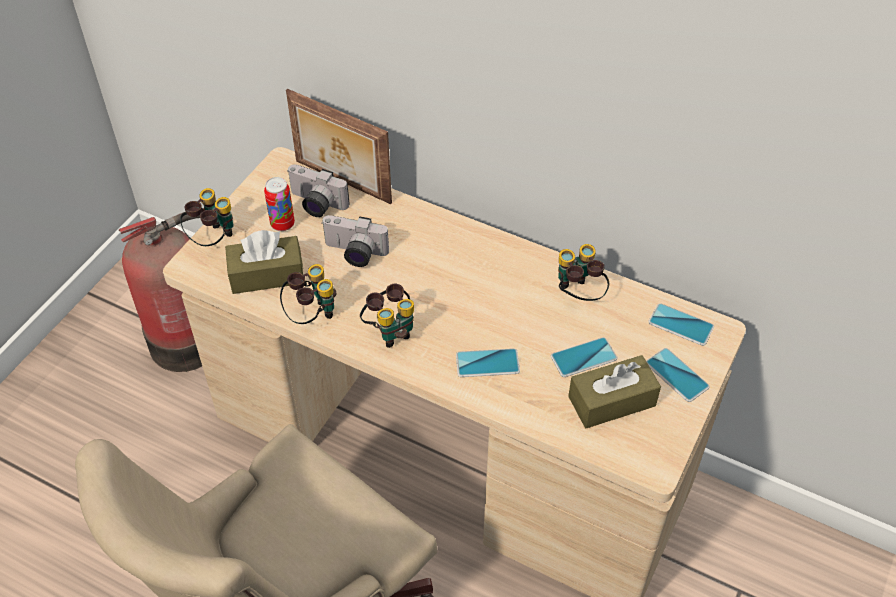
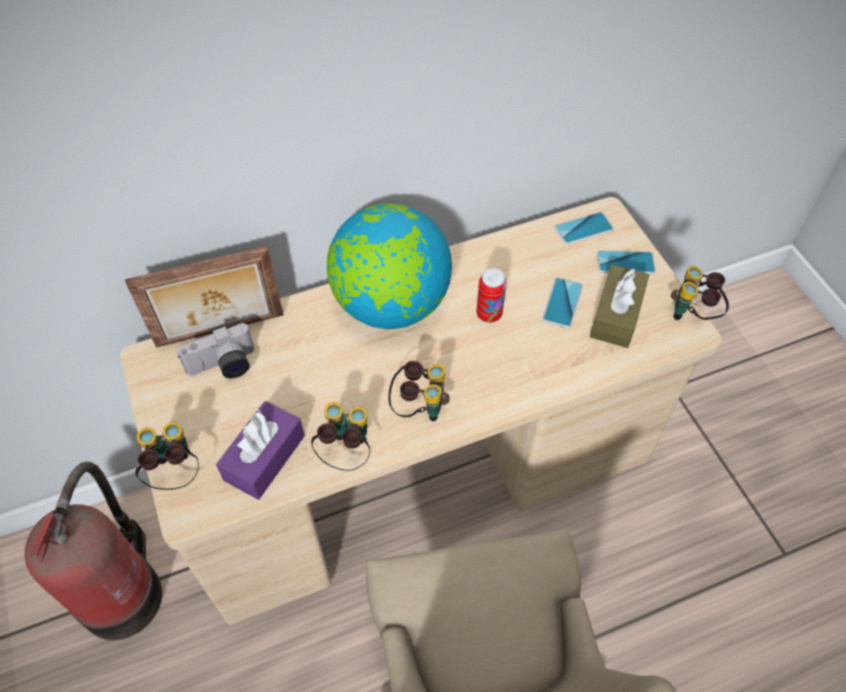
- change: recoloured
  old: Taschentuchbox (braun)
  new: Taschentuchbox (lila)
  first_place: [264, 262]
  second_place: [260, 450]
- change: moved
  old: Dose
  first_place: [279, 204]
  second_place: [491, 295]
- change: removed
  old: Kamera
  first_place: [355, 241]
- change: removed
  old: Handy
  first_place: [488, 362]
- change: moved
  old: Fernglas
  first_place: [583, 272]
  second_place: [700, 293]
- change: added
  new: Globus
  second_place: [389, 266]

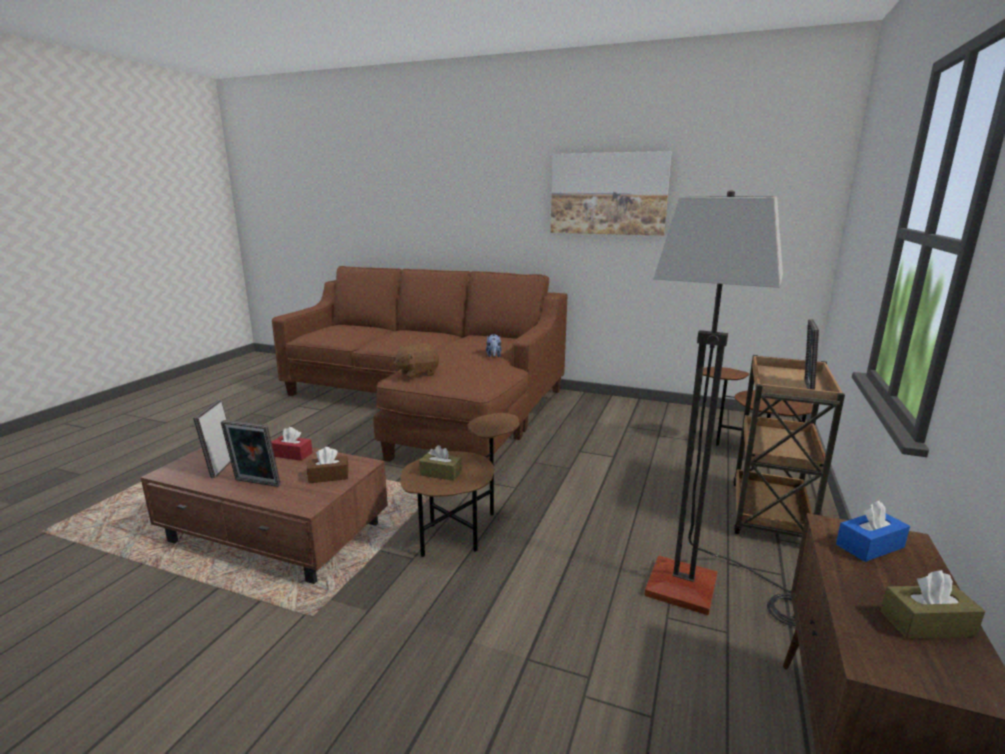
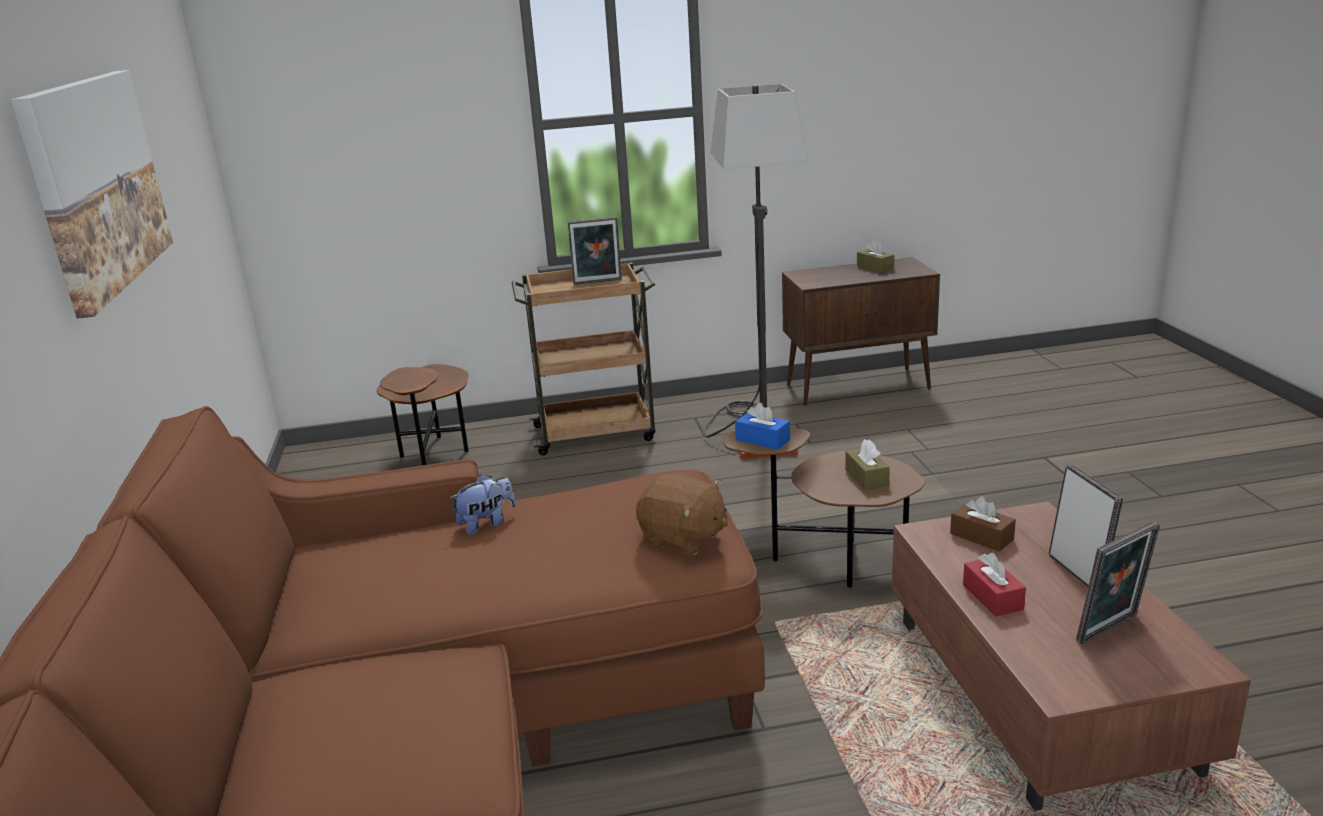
- change: moved
  old: Taschentuchbox (blau)
  first_place: [873, 531]
  second_place: [762, 426]

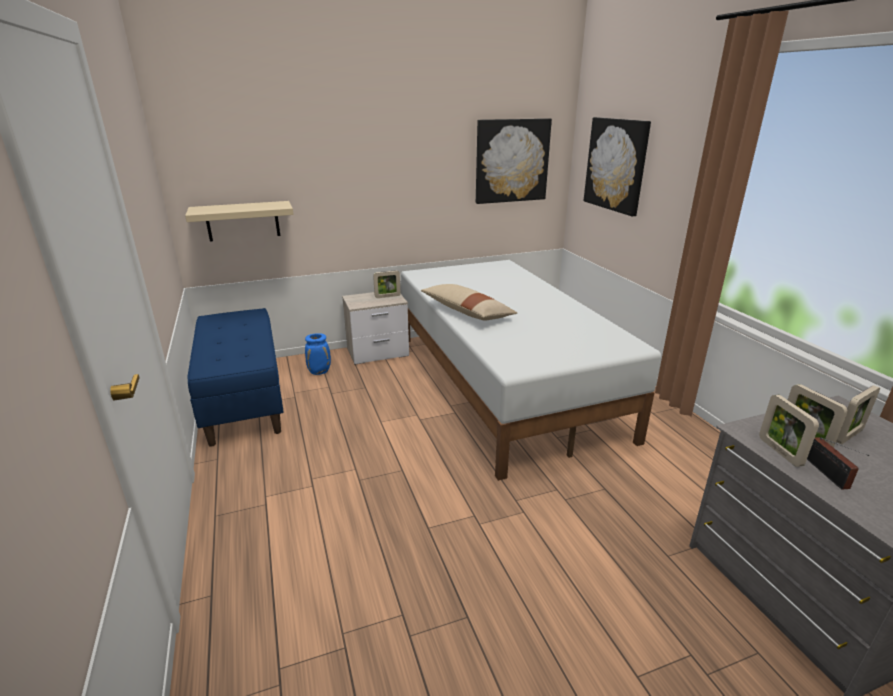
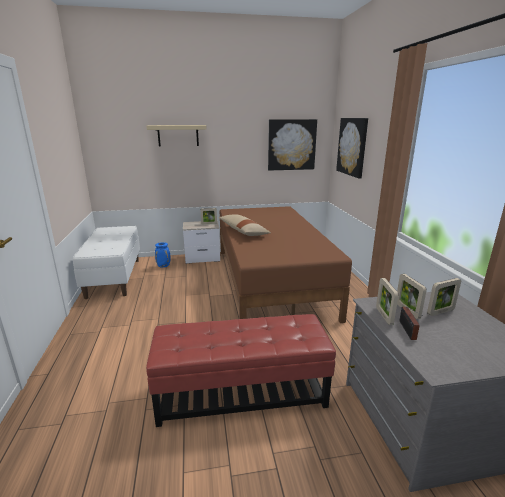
- change: moved
  old: Wandregal (beige)
  first_place: [239, 221]
  second_place: [176, 136]
- change: recoloured
  old: Bank (blau)
  new: Bank (weiß)
  first_place: [236, 377]
  second_place: [106, 262]
- change: recoloured
  old: Bett (weiß)
  new: Bett (braun)
  first_place: [531, 370]
  second_place: [286, 264]
- change: added
  new: Polsterhocker (rot)
  second_place: [241, 370]

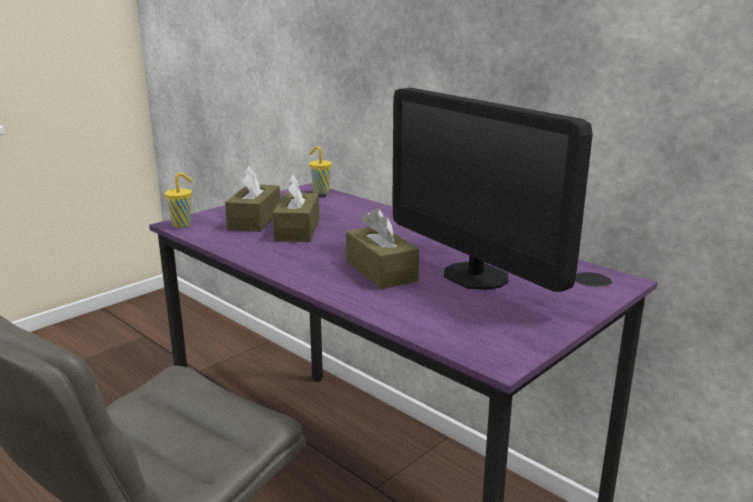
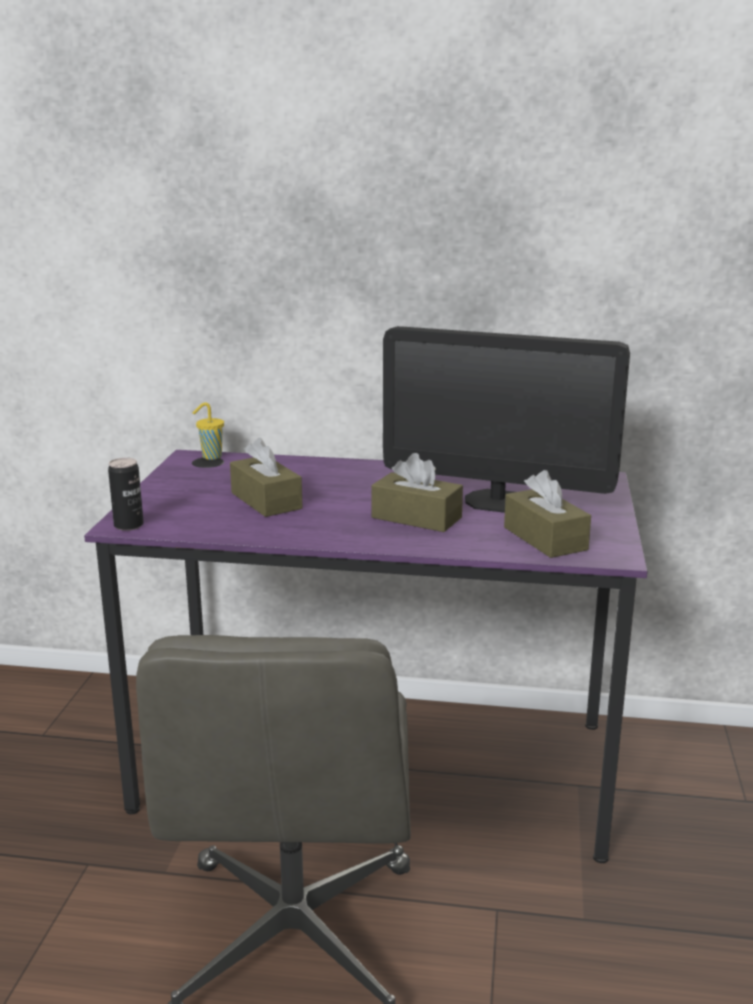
- change: replaced
  old: Tasse (gelb)
  new: Dose
  first_place: [178, 200]
  second_place: [126, 494]
- change: moved
  old: Taschentuchbox (braun)
  first_place: [252, 199]
  second_place: [547, 514]

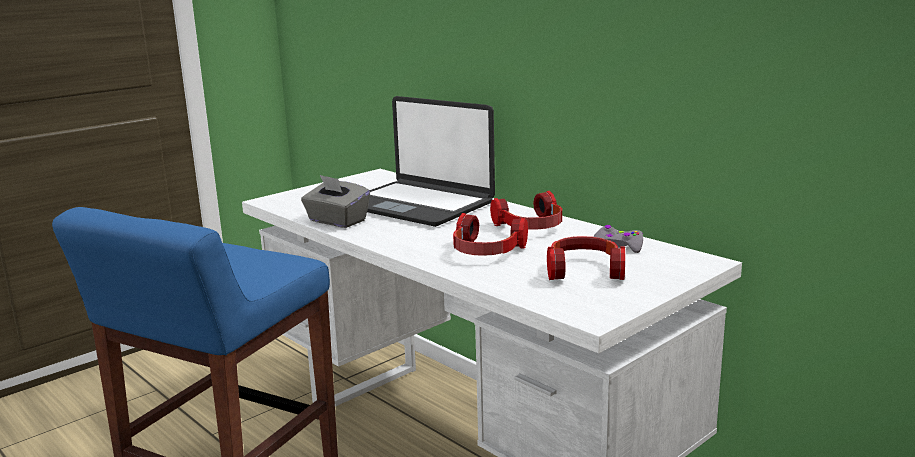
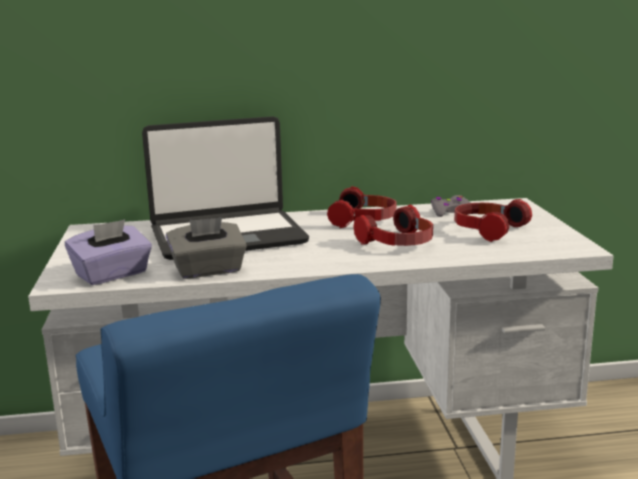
- change: added
  new: Taschentuchbox (lila)
  second_place: [108, 252]

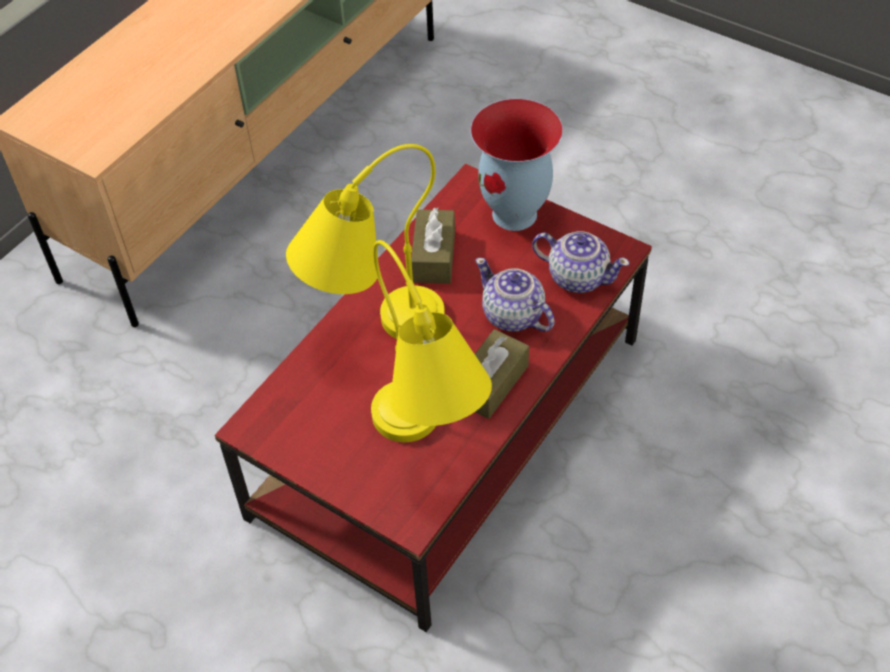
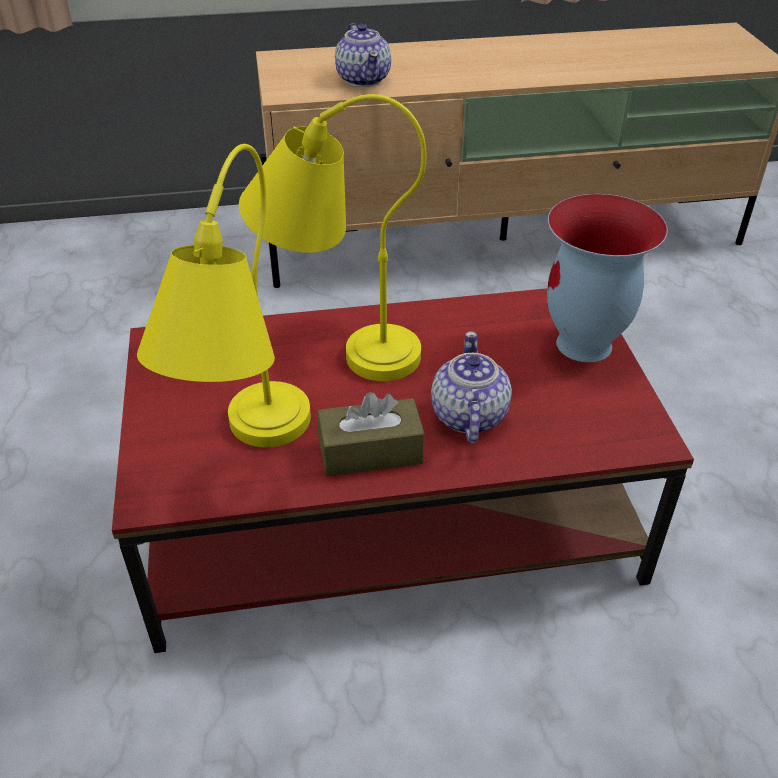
- change: removed
  old: Taschentuchbox (braun)
  first_place: [433, 246]
- change: moved
  old: Teekanne
  first_place: [581, 262]
  second_place: [363, 55]

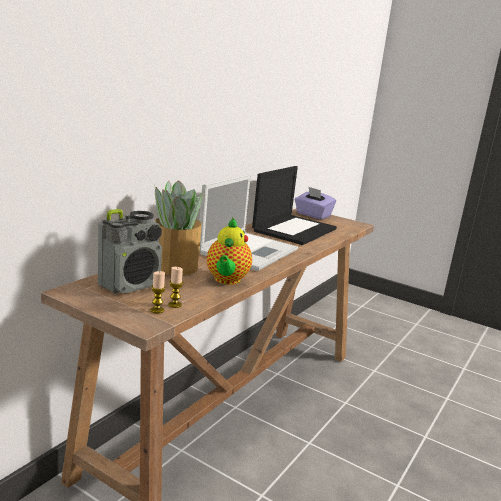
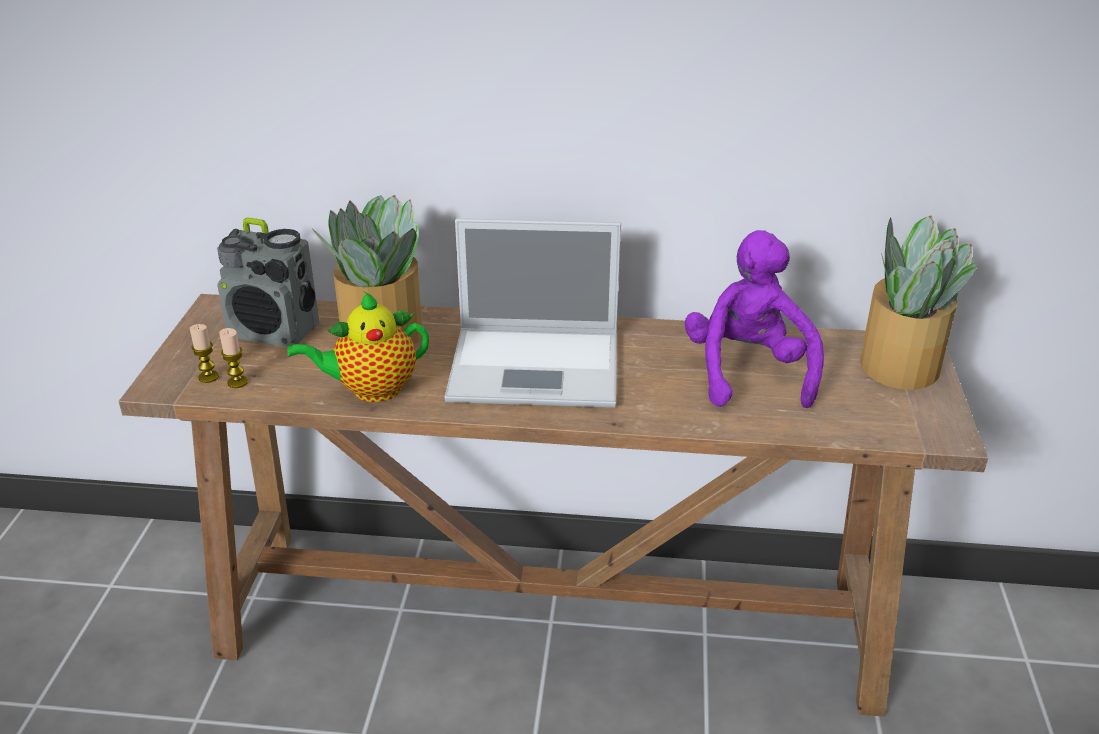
- change: replaced
  old: Laptop
  new: Plüschtier (lila)
  first_place: [294, 205]
  second_place: [754, 319]
- change: replaced
  old: Taschentuchbox (lila)
  new: Topfpflanze
  first_place: [315, 202]
  second_place: [918, 302]

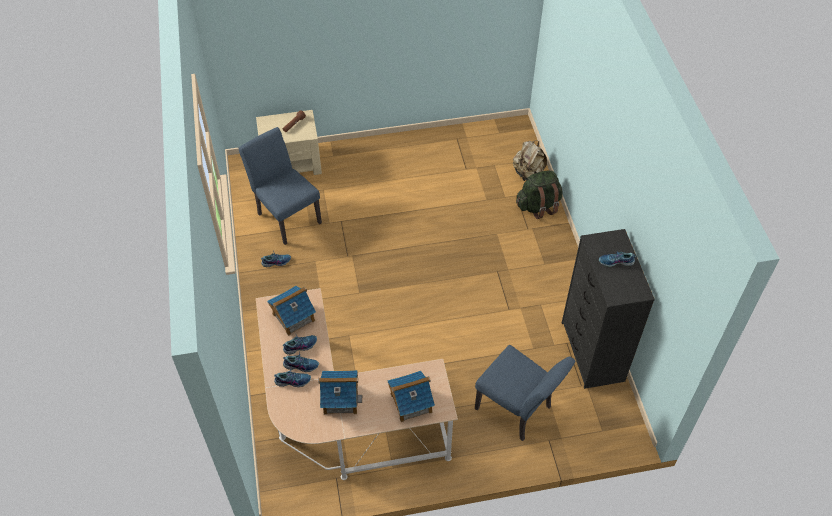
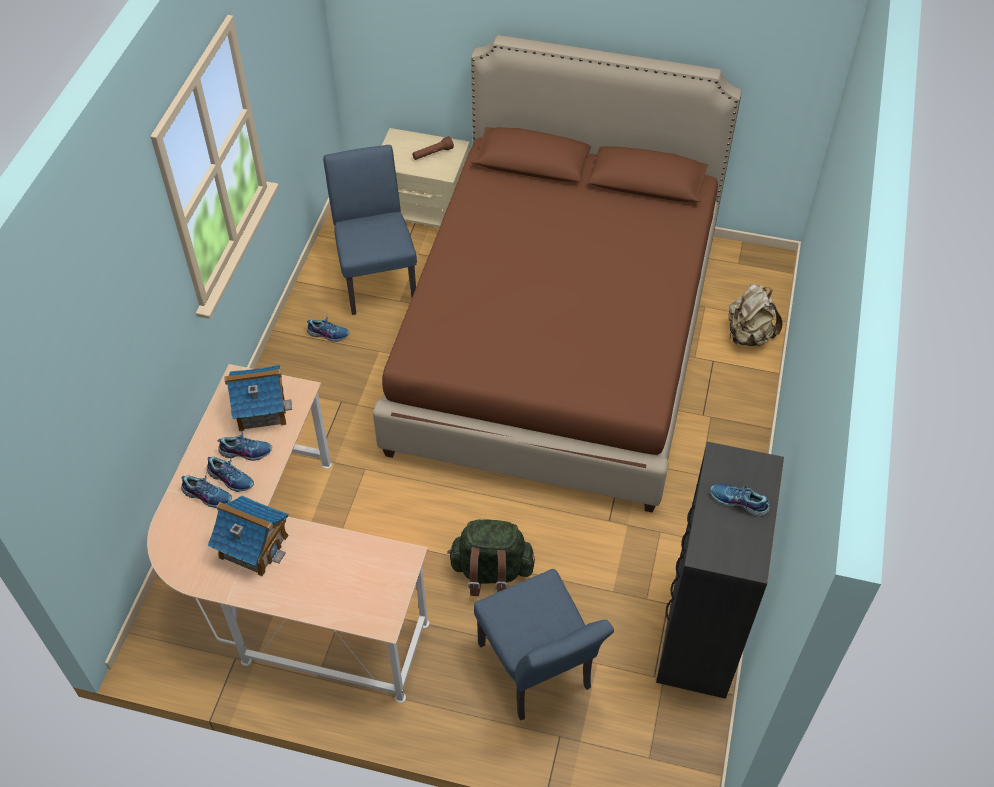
- change: removed
  old: Spielzeughaus
  first_place: [411, 396]
- change: moved
  old: Rucksack (grün)
  first_place: [539, 194]
  second_place: [491, 557]
- change: added
  new: Bett (braun)
  second_place: [557, 274]

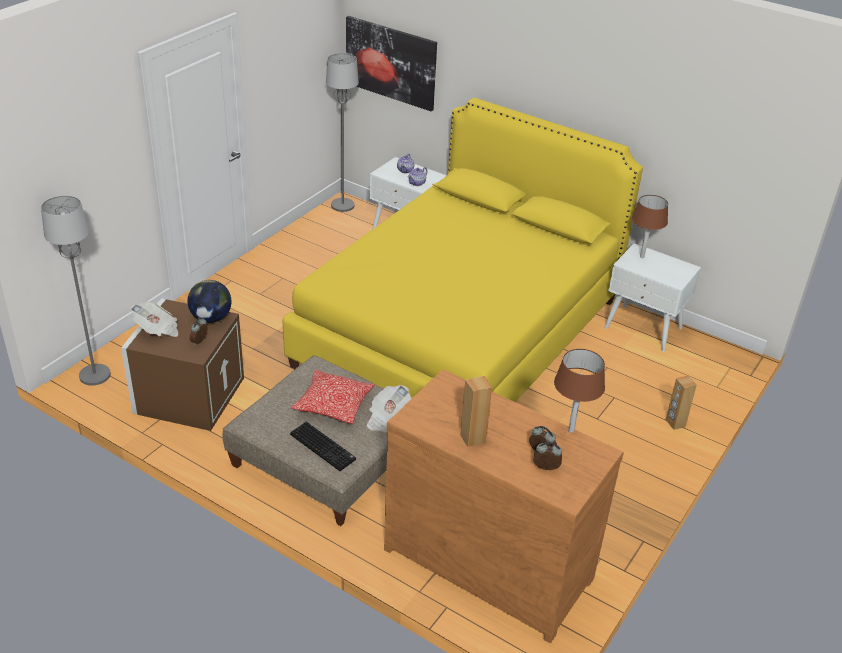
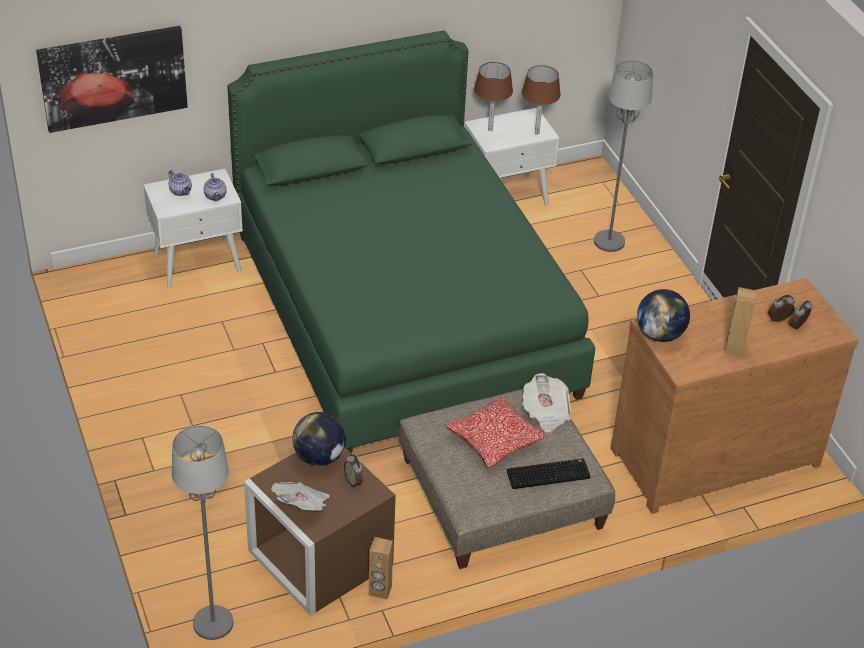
- change: recoloured
  old: Bett (gelb)
  new: Bett (grün)
  first_place: [462, 250]
  second_place: [411, 242]
- change: moved
  old: Stehlampe (grau)
  first_place: [342, 132]
  second_place: [623, 156]
- change: moved
  old: Tischlampe (braun)
  first_place: [579, 391]
  second_place: [541, 100]
- change: moved
  old: Lautsprecher (braun)
  first_place: [681, 403]
  second_place: [381, 568]
- change: added
  new: Globus
  second_place: [663, 315]

